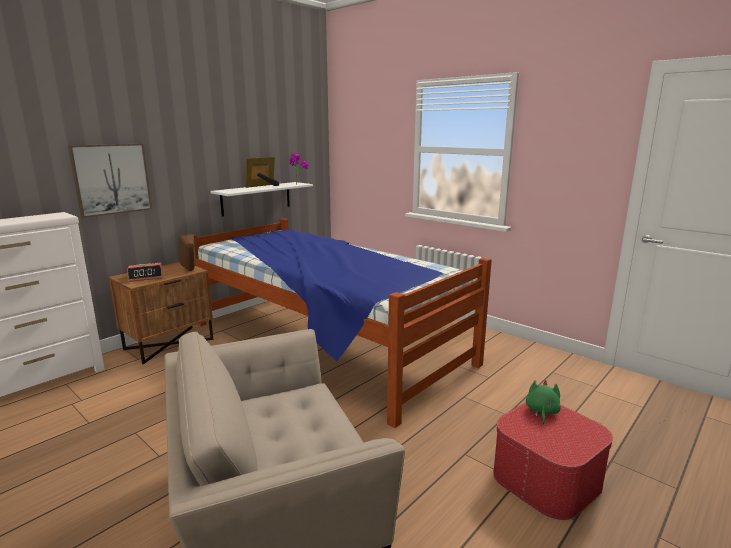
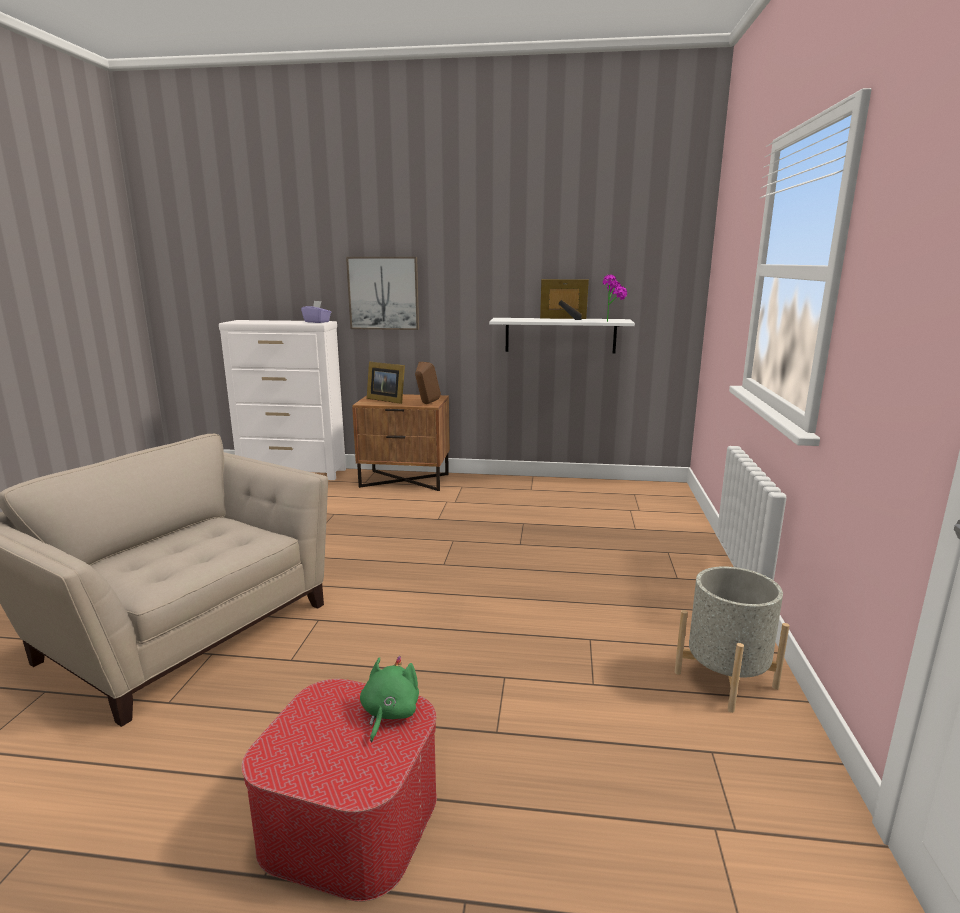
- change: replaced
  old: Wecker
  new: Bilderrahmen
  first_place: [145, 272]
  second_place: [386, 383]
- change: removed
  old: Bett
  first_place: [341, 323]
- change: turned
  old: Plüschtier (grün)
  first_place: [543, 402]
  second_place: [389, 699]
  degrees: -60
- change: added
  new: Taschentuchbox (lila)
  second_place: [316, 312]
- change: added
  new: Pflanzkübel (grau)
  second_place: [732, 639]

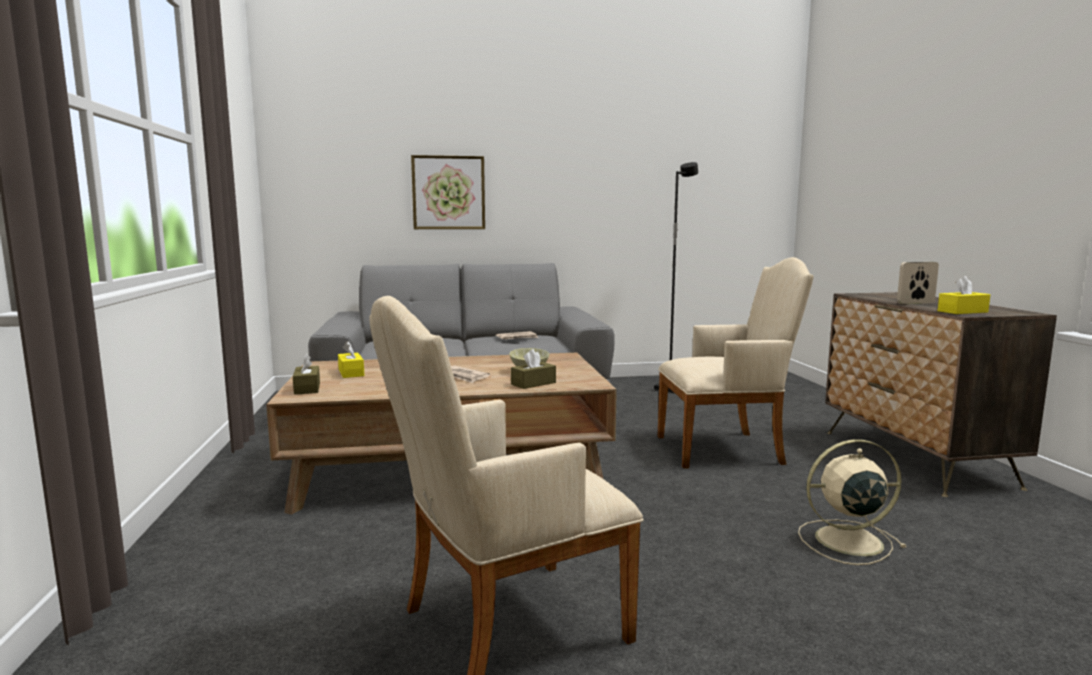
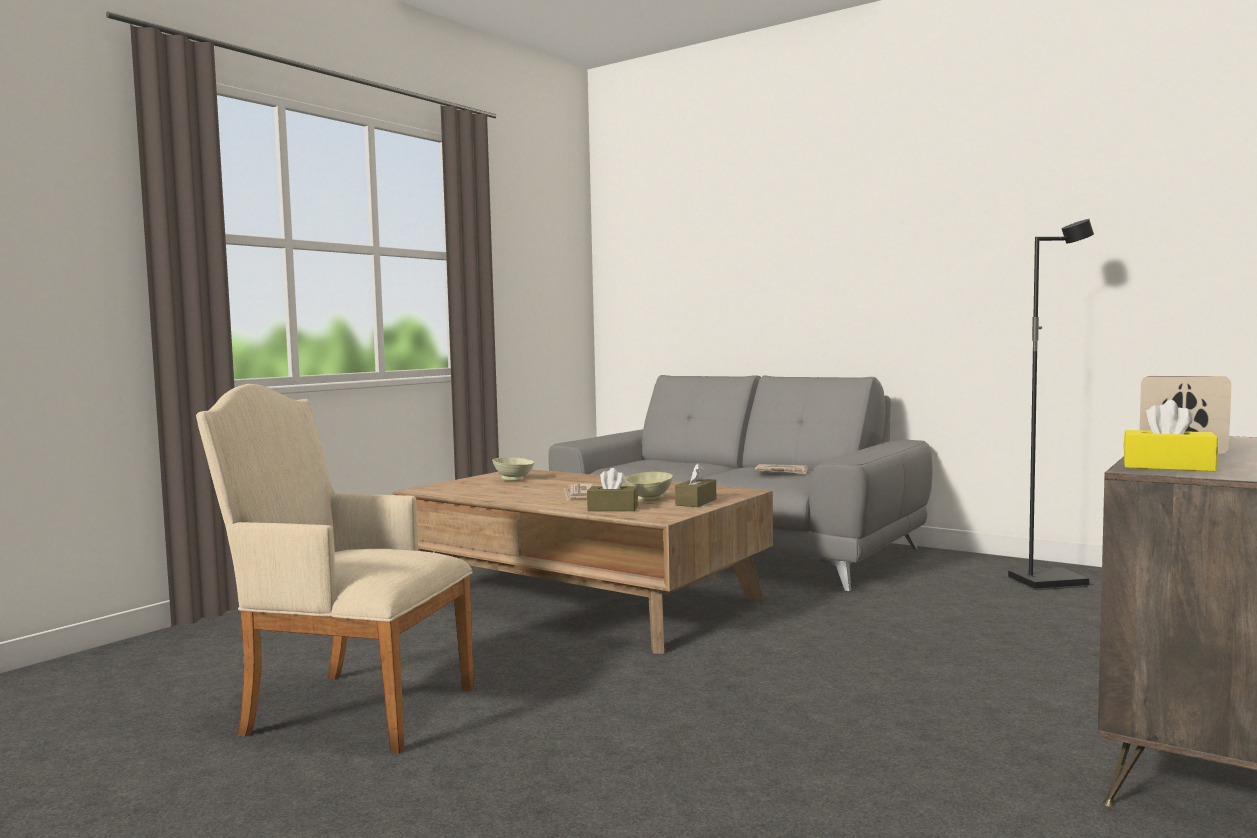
- change: moved
  old: Taschentuchbox (braun)
  first_place: [306, 374]
  second_place: [695, 485]
- change: replaced
  old: Taschentuchbox (gelb)
  new: Schüssel (beige)
  first_place: [351, 359]
  second_place: [513, 469]
- change: removed
  old: Bild
  first_place: [448, 192]
- change: removed
  old: Sessel (beige)
  first_place: [735, 363]
- change: removed
  old: Ventilator (beige)
  first_place: [852, 502]

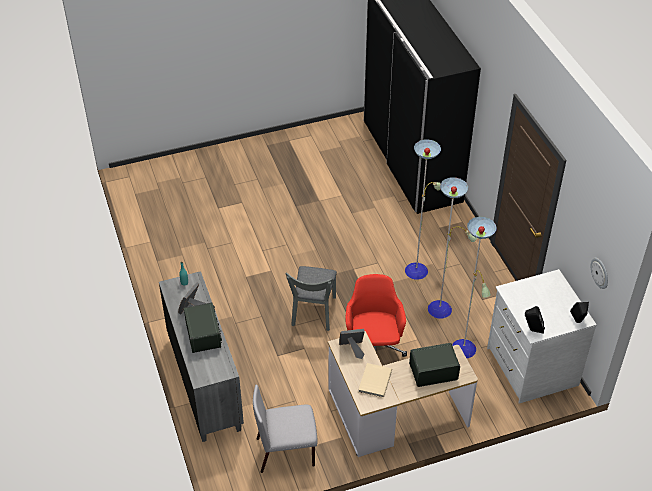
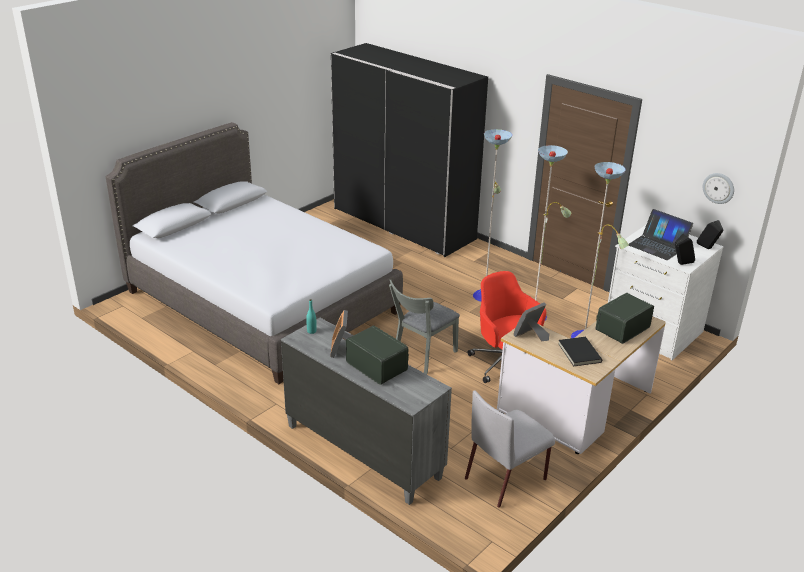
- change: turned
  old: Stuhl (grau)
  first_place: [311, 298]
  second_place: [424, 327]
  degrees: 60
- change: recoloured
  old: Buch (beige)
  new: Buch (schwarz)
  first_place: [375, 380]
  second_place: [580, 351]
- change: added
  new: Bett (grau)
  second_place: [254, 253]
- change: added
  new: Laptop
  second_place: [661, 234]

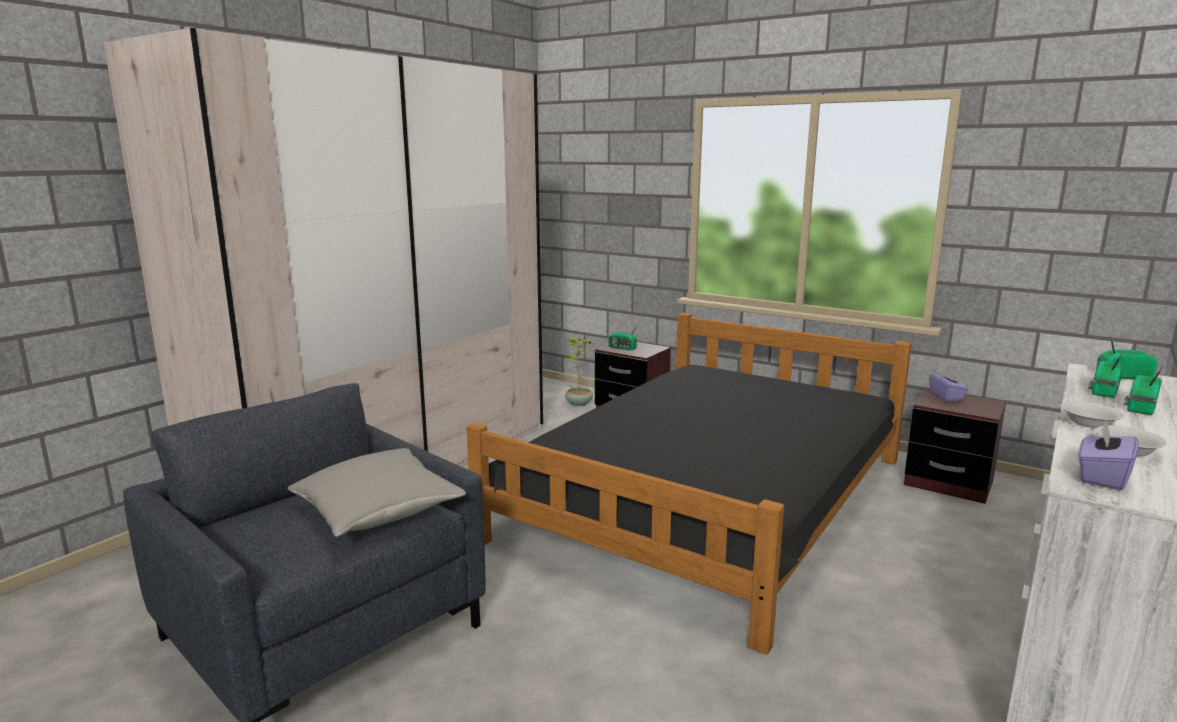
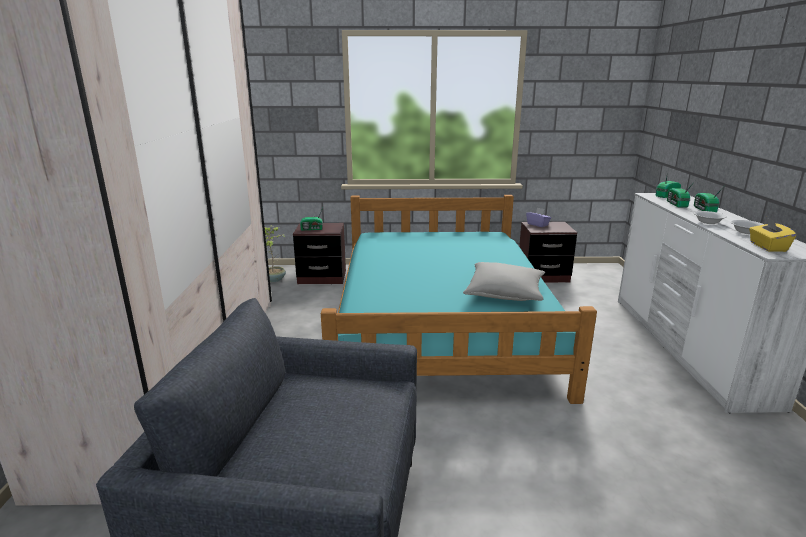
- change: moved
  old: Kissen (grau)
  first_place: [377, 492]
  second_place: [504, 281]
- change: recoloured
  old: Bett (schwarz)
  new: Bett (türkis)
  first_place: [689, 484]
  second_place: [459, 299]
- change: recoloured
  old: Taschentuchbox (lila)
  new: Taschentuchbox (gelb)
  first_place: [1108, 456]
  second_place: [772, 234]

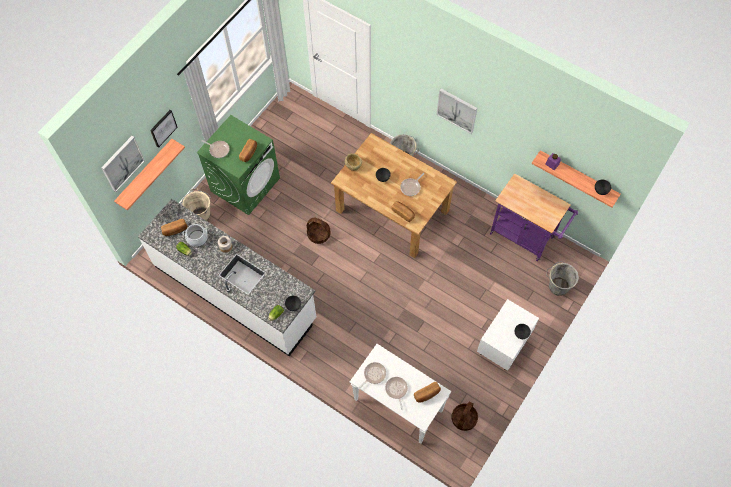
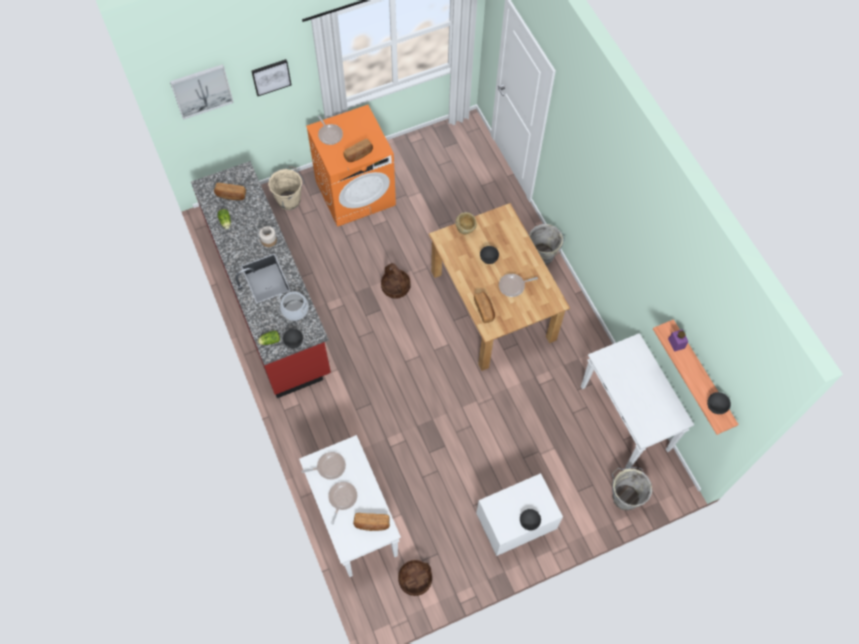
- change: removed
  old: Wandregal
  first_place: [149, 174]
- change: recoloured
  old: Küchenzeile (weiß)
  new: Küchenzeile (rot)
  first_place: [227, 277]
  second_place: [261, 279]
- change: moved
  old: Kochtopf
  first_place: [195, 235]
  second_place: [293, 306]
- change: recoloured
  old: Waschmaschine (grün)
  new: Waschmaschine (orange)
  first_place: [238, 165]
  second_place: [351, 166]
- change: removed
  old: Bild
  first_place: [457, 111]
- change: replaced
  old: Rollwagen (lila)
  new: Konsolentisch (weiß)
  first_place: [534, 217]
  second_place: [637, 401]

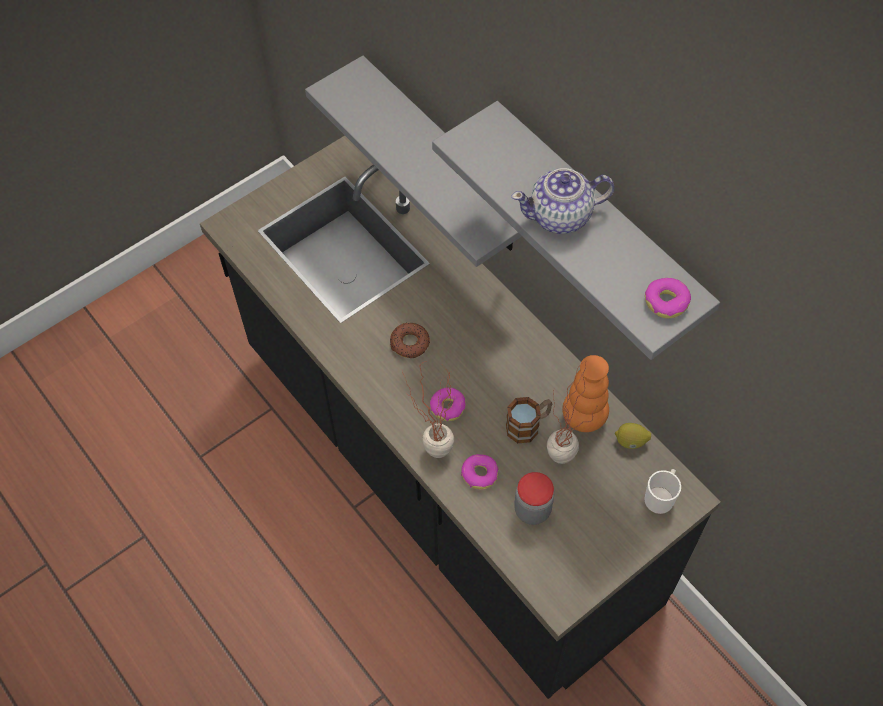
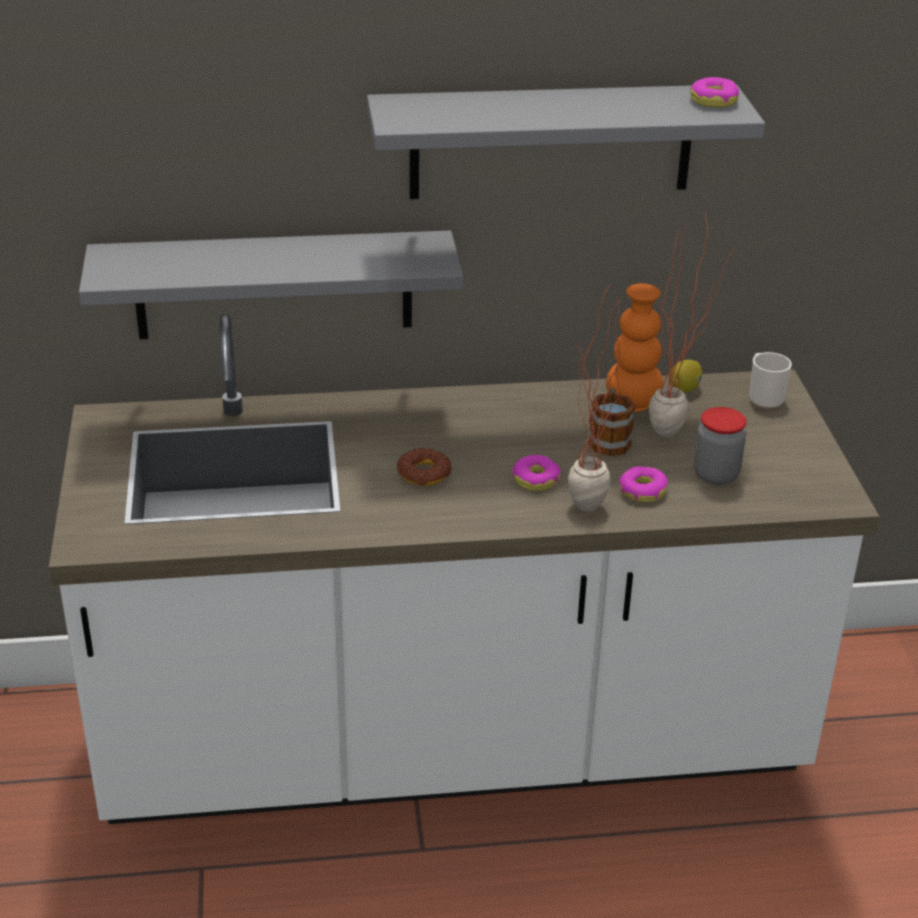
- change: recoloured
  old: Küchenzeile (schwarz)
  new: Küchenzeile (weiß)
  first_place: [460, 417]
  second_place: [464, 569]
- change: removed
  old: Teekanne
  first_place: [563, 201]

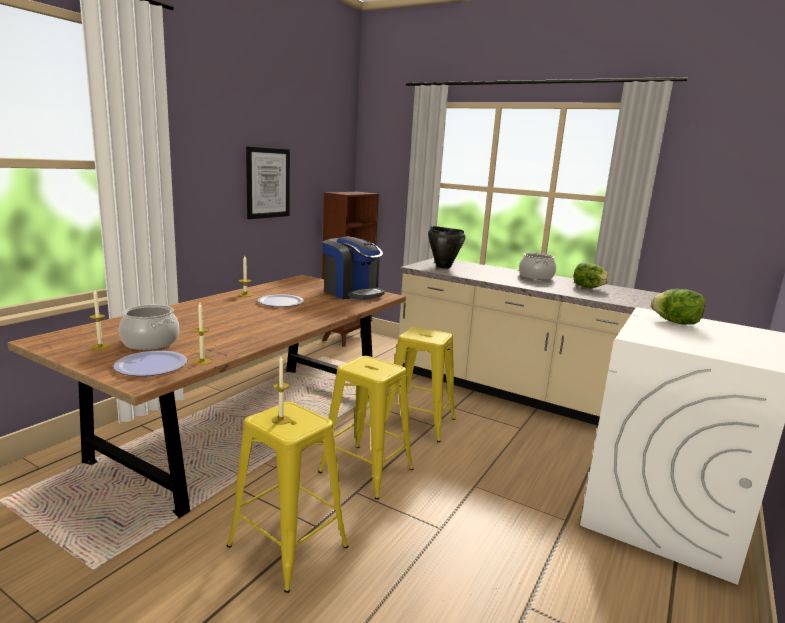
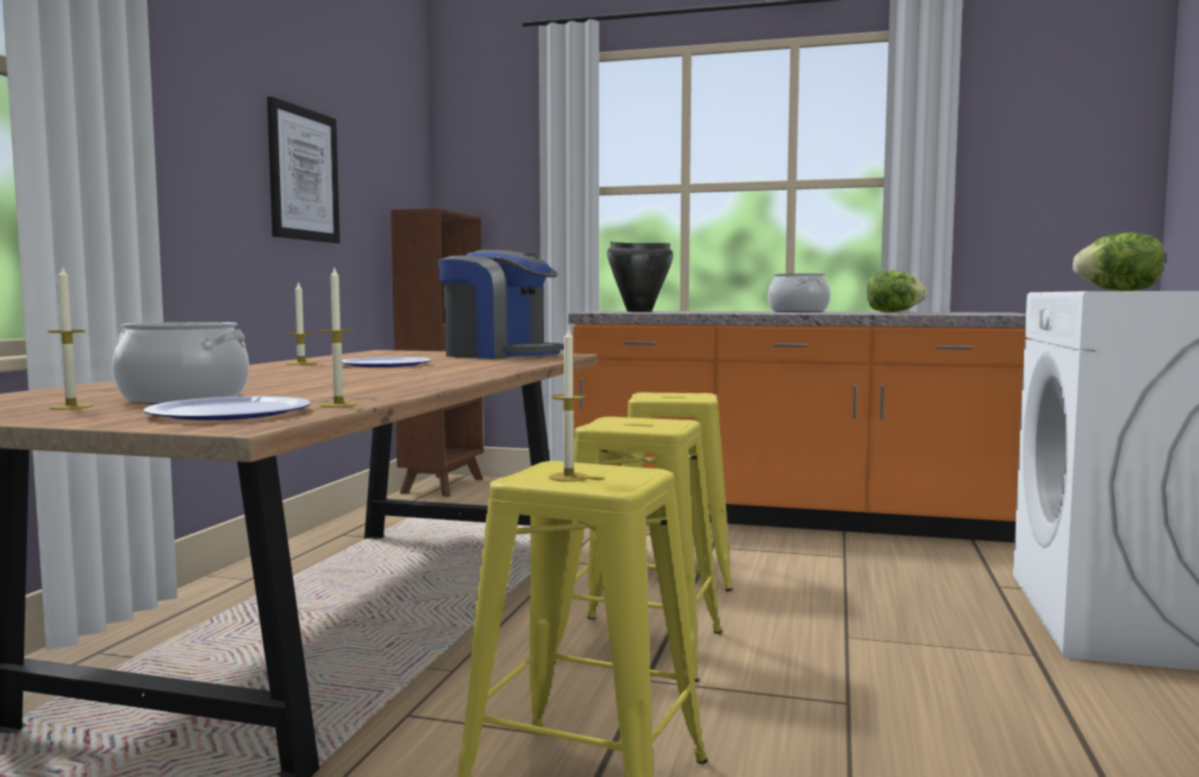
- change: recoloured
  old: Küchenzeile (beige)
  new: Küchenzeile (orange)
  first_place: [530, 342]
  second_place: [800, 427]

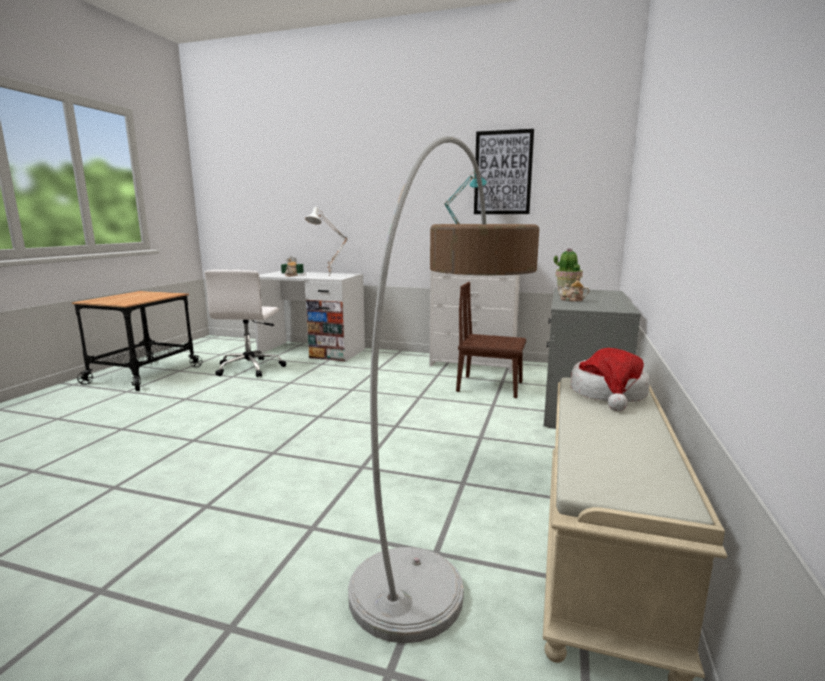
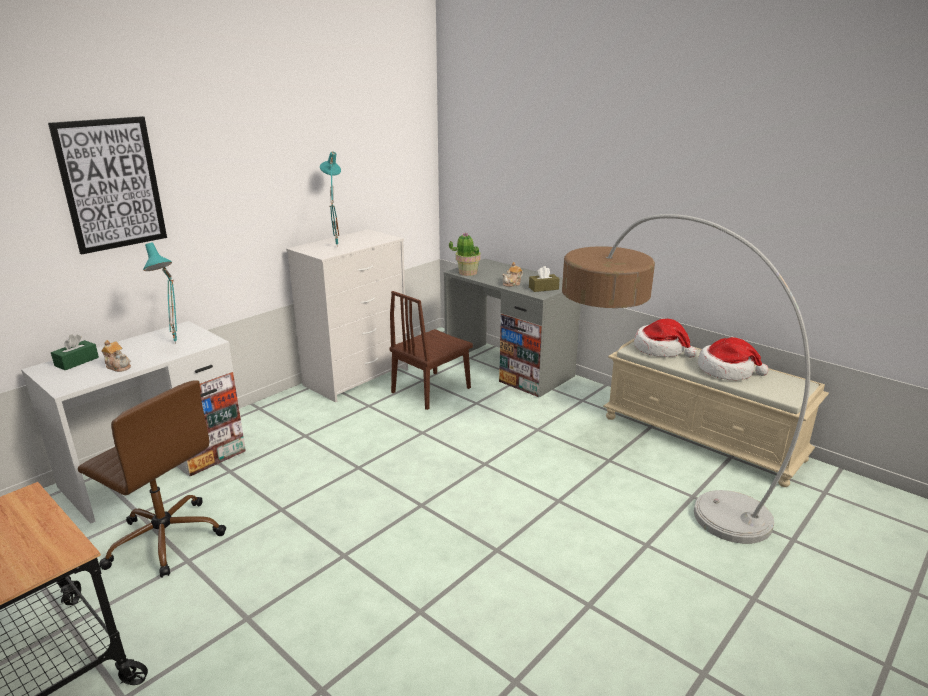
- change: recoloured
  old: Bürostuhl (weiß)
  new: Bürostuhl (braun)
  first_place: [245, 323]
  second_place: [152, 479]
- change: recoloured
  old: Tischlampe (weiß)
  new: Tischlampe (türkis)
  first_place: [326, 240]
  second_place: [160, 293]
- change: moved
  old: Bild
  first_place: [504, 171]
  second_place: [107, 185]
- change: added
  new: Taschentuchbox (braun)
  second_place: [544, 279]
- change: added
  new: Hut
  second_place: [733, 358]

